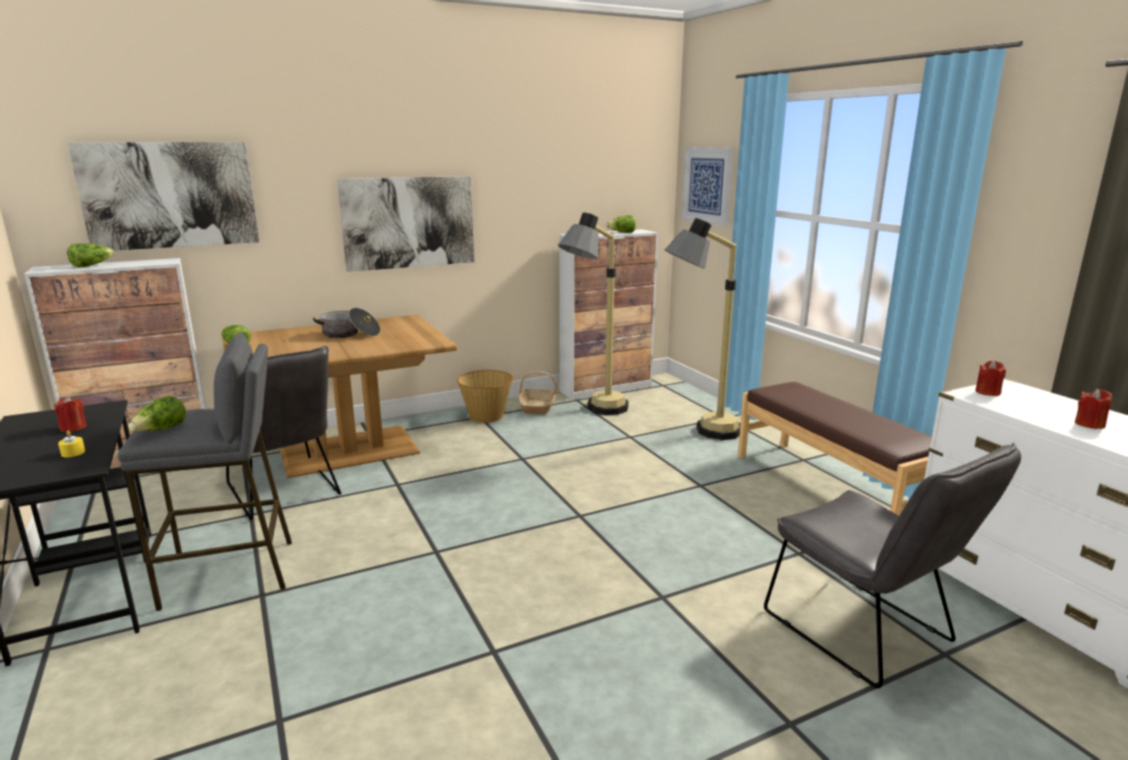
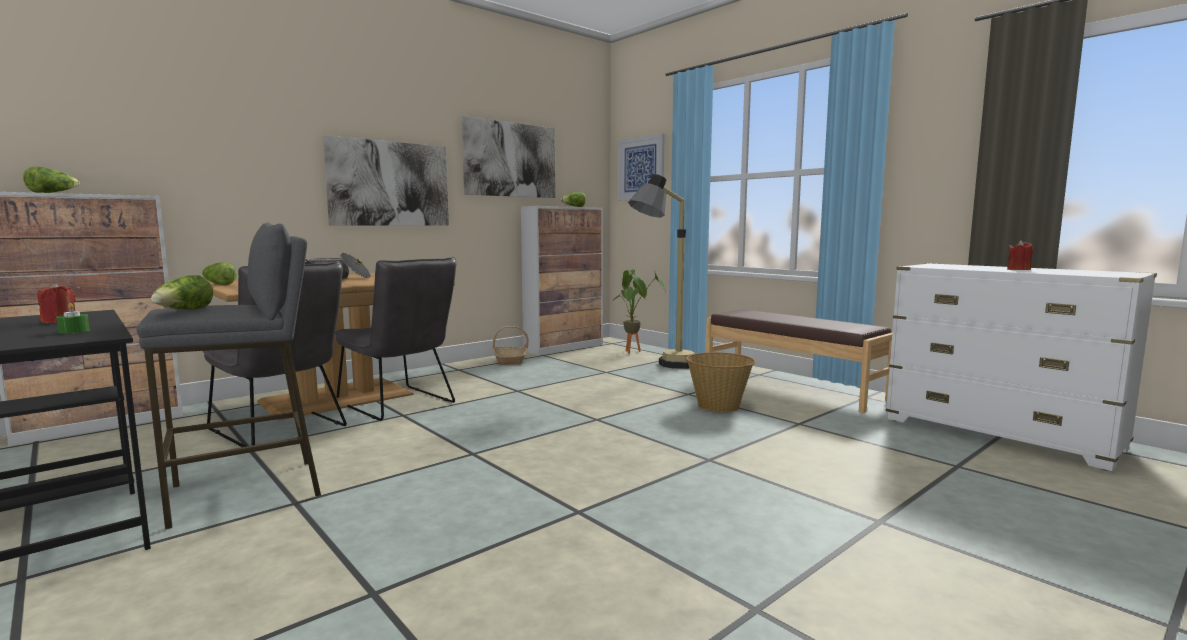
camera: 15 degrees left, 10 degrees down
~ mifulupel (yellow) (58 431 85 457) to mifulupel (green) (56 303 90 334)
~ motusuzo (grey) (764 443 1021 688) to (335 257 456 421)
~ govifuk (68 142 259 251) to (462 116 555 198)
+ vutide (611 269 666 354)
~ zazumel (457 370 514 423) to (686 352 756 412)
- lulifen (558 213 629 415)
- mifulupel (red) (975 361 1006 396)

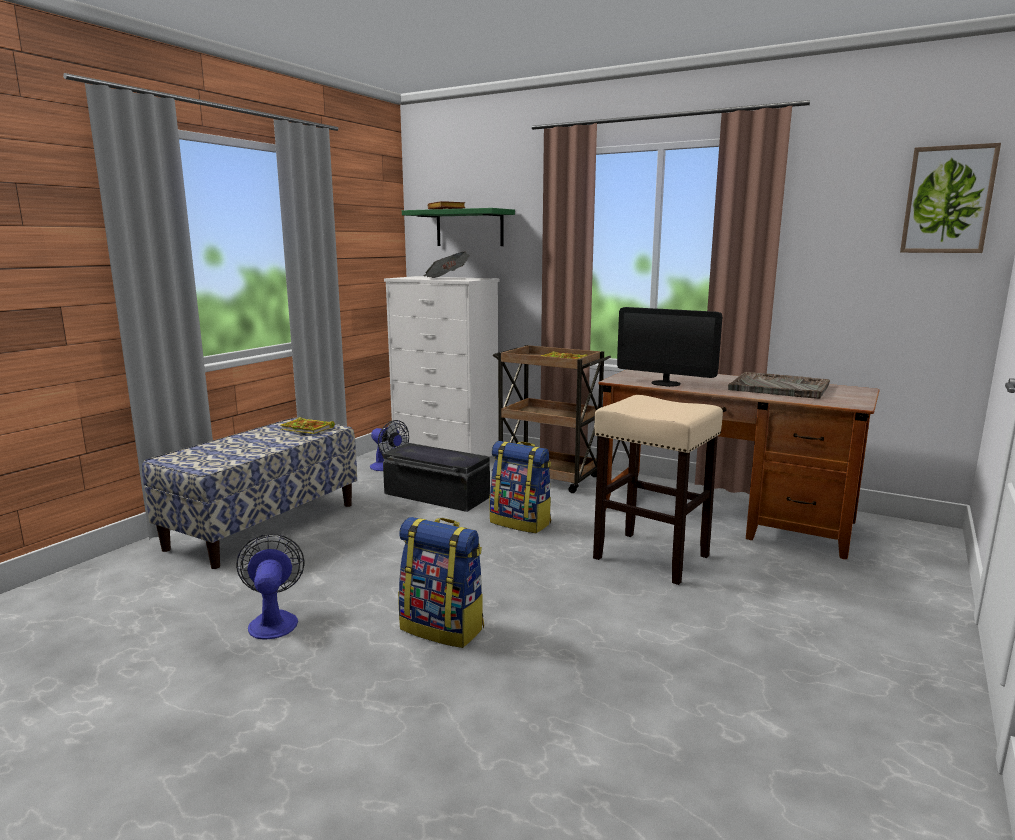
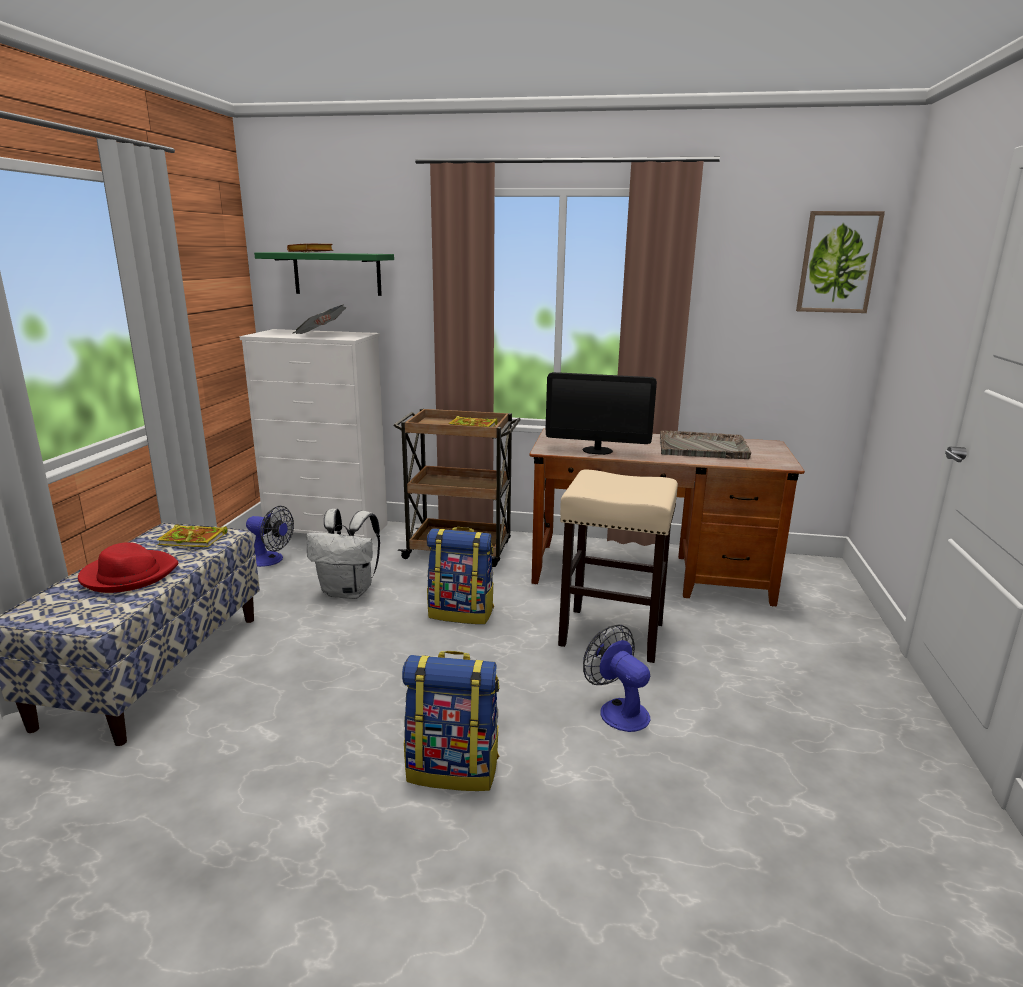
camera: 20 degrees left, 5 degrees up
+ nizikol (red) (78 542 178 593)
~ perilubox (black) (382 443 490 512) to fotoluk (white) (306 509 380 599)
~ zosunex (236 534 305 639) to (583 625 650 732)

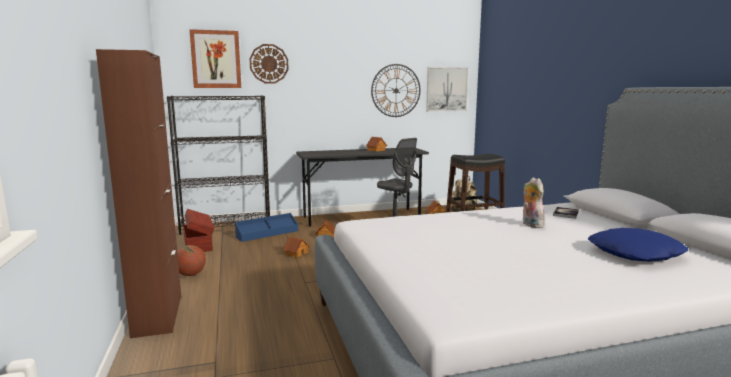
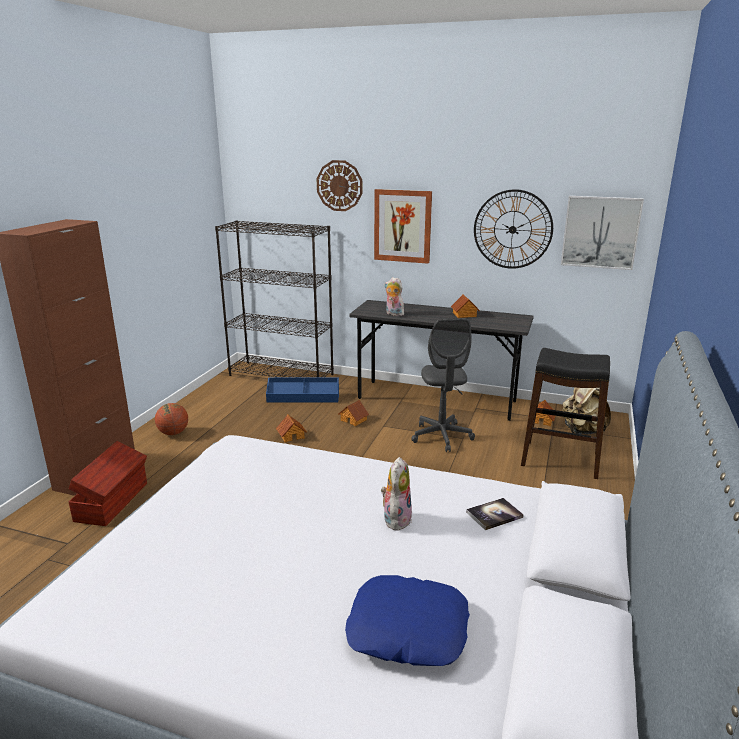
camera: 35 degrees right, 10 degrees up
~ perilubox (brown) (183 209 215 252) to (69 441 147 526)
~ govifuk (189 29 241 88) to (374 189 432 264)
+ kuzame (384 277 406 316)

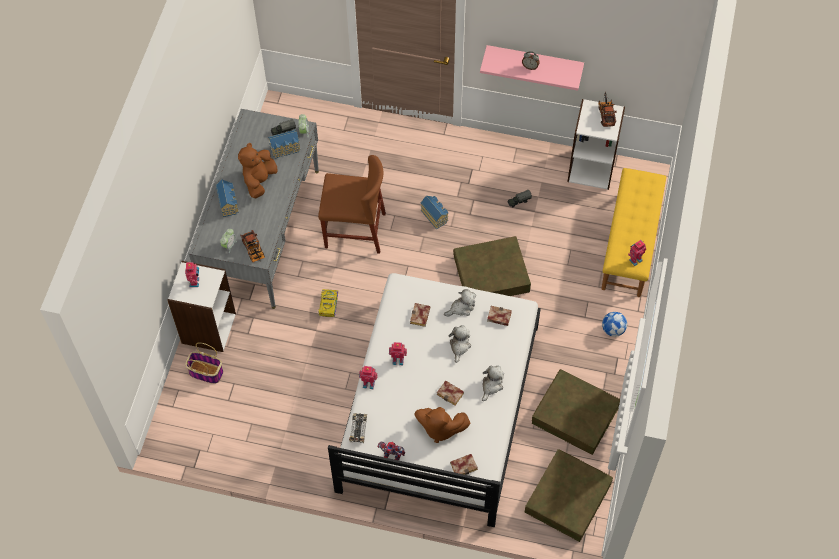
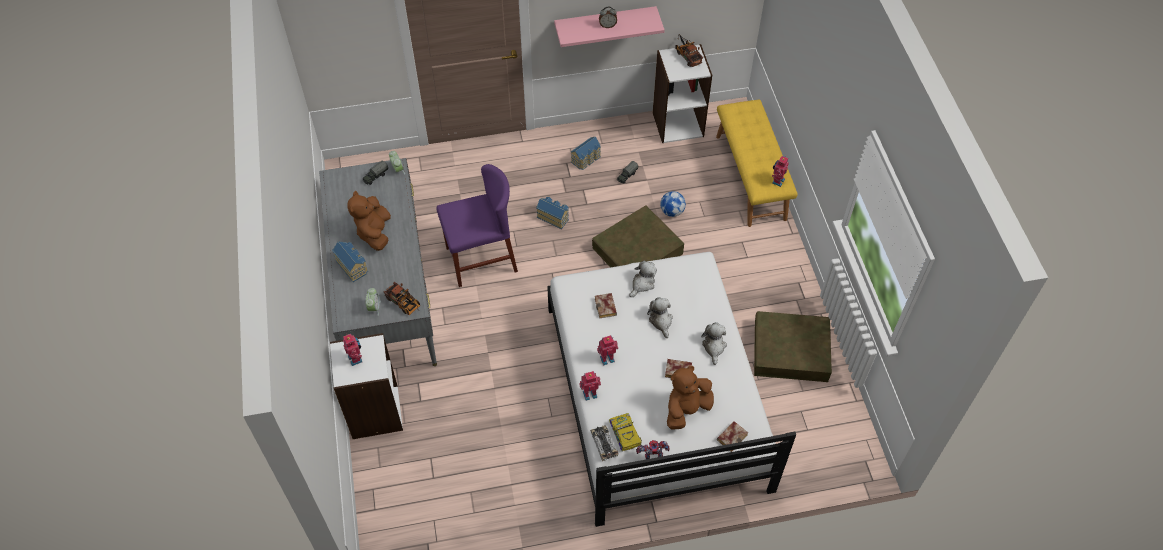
camera: 25 degrees left, 5 degrees down
~ motusuzo (brown) (318 155 386 254) to motusuzo (purple) (436 164 518 287)
~ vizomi (268 130 300 159) to (571 137 601 170)
~ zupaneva (318 289 338 317) to (609 413 642 452)
~ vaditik (602 312 627 337) to (660 191 686 217)
~ kuzame (brown) (415 407 470 443) = (667 366 714 430) 150 degrees clockwise
- zazumel (185 342 224 384)
- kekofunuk (487 306 512 326)
- perilubox (brown) (525 449 613 542)

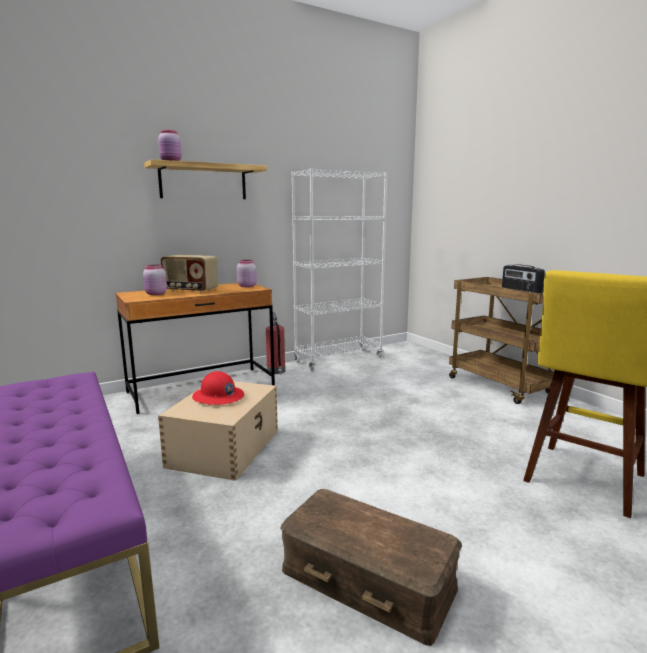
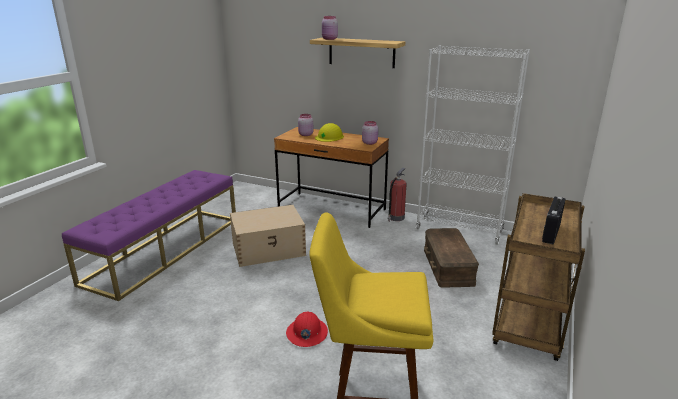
camera: 55 degrees right, 10 degrees up
~ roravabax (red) (192 371 244 405) to (286 311 328 347)
~ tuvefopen (161 255 218 293) to roravabax (yellow) (315 123 344 142)
~ perilubox (brown) (280 489 462 646) to (424 228 479 288)

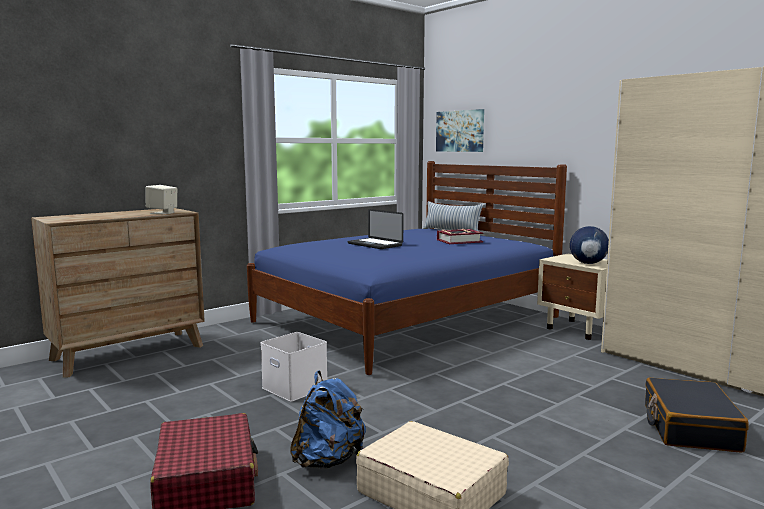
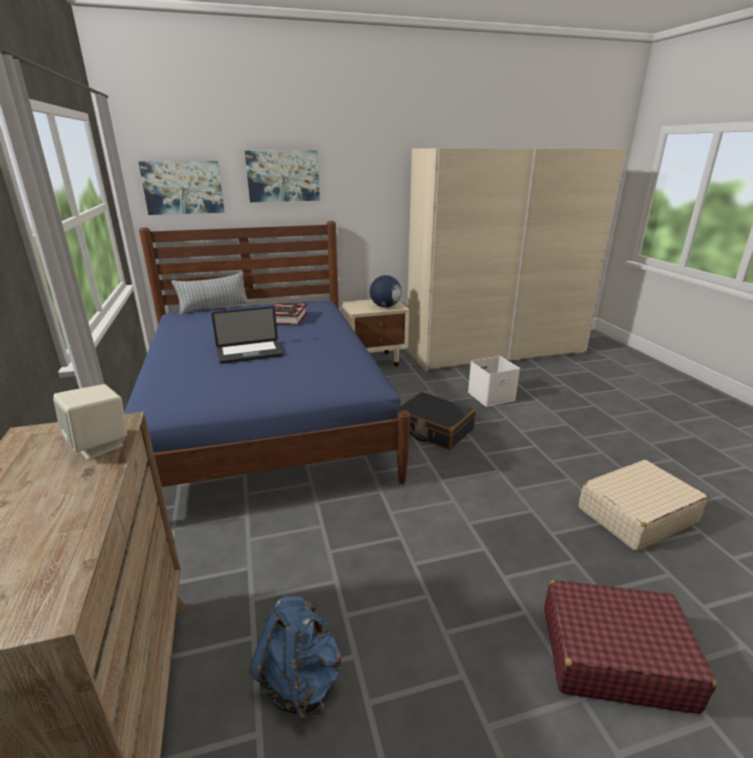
camera: 65 degrees left, 15 degrees up
+ govifuk (245 151 320 202)
~ fotoluk (blue) (290 370 366 469) to (250 596 341 722)
~ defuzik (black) (645 378 749 453) to (401 392 476 450)
~ perilubox (white) (260 332 327 402) to (468 356 520 407)

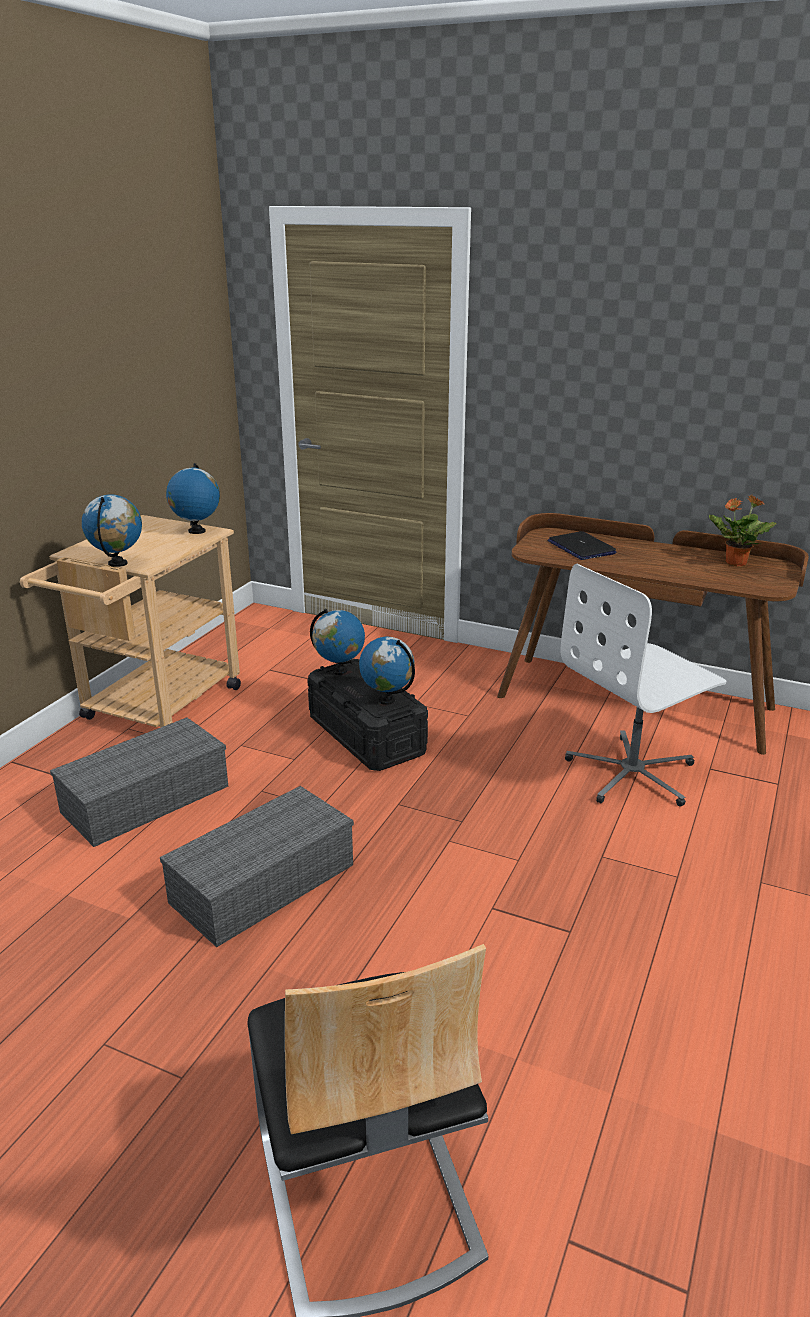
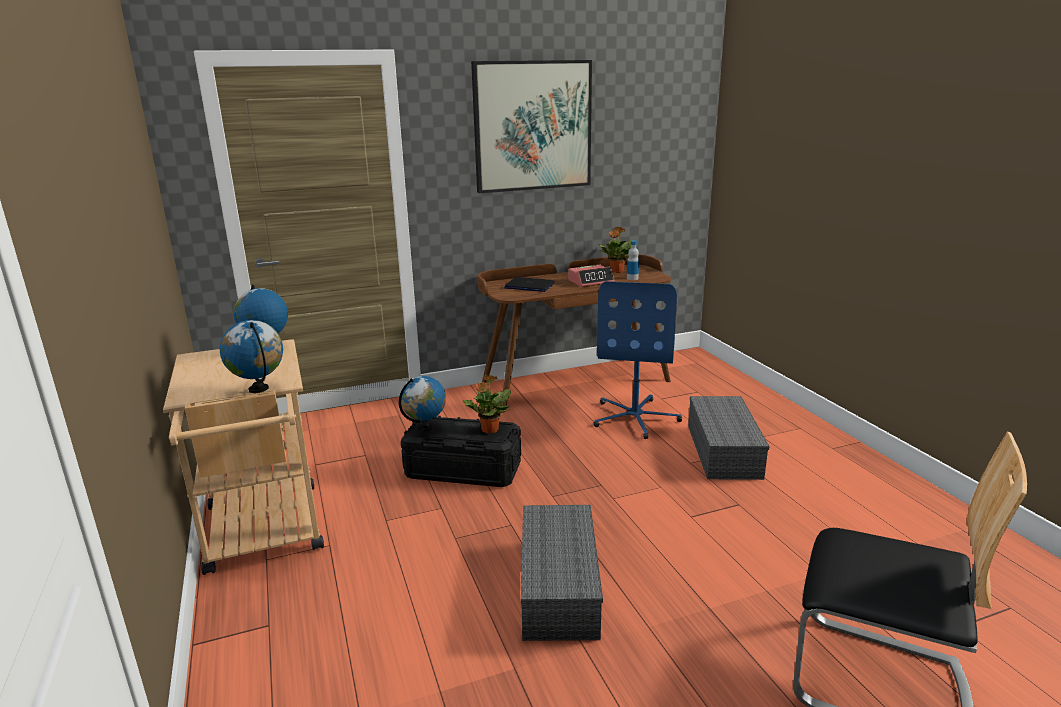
camera: 45 degrees left, 5 degrees down
~ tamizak (359 636 415 705) to vutide (463 374 511 433)
+ govifuk (471 60 592 193)
+ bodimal (569 265 615 287)
~ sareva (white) (560 564 727 807) to sareva (blue) (594 281 682 439)
+ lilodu (627 240 639 280)
~ perilubox (grey) (50 718 228 847) to (688 396 770 480)

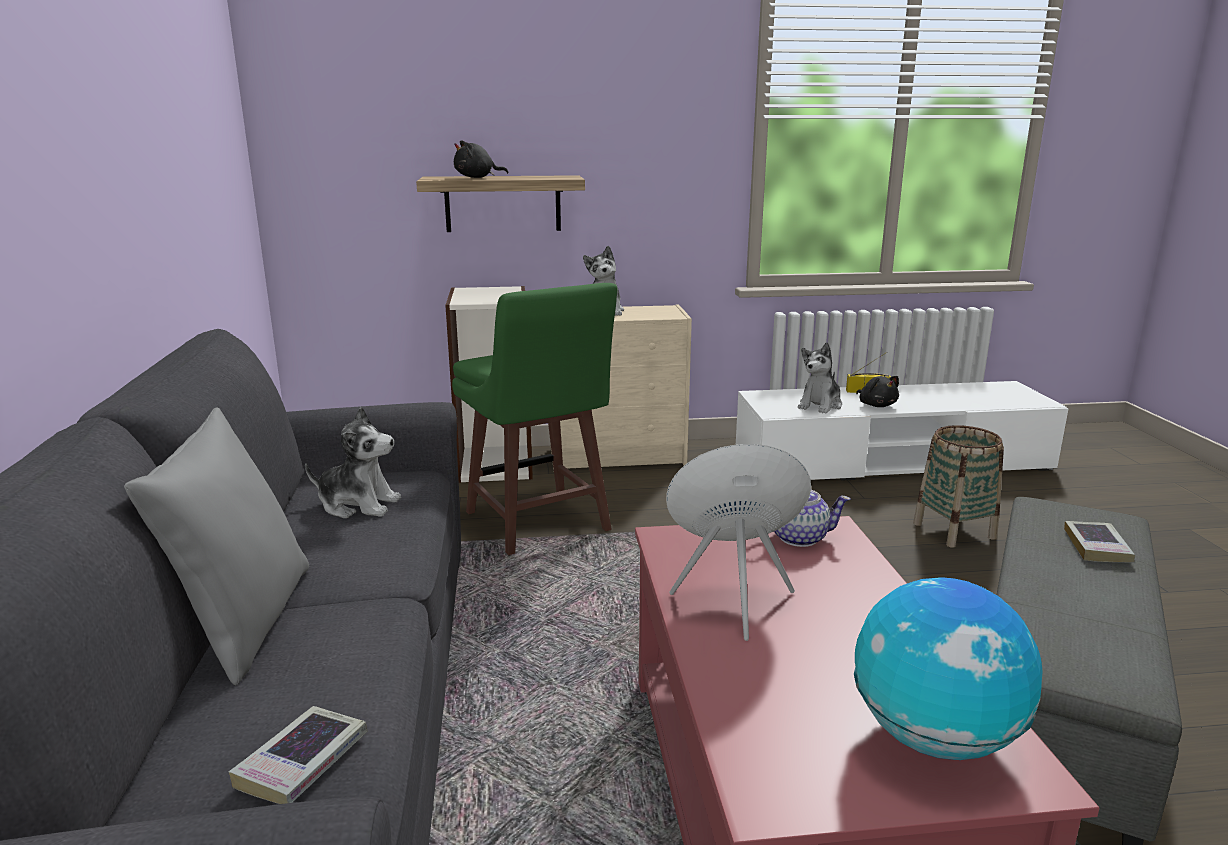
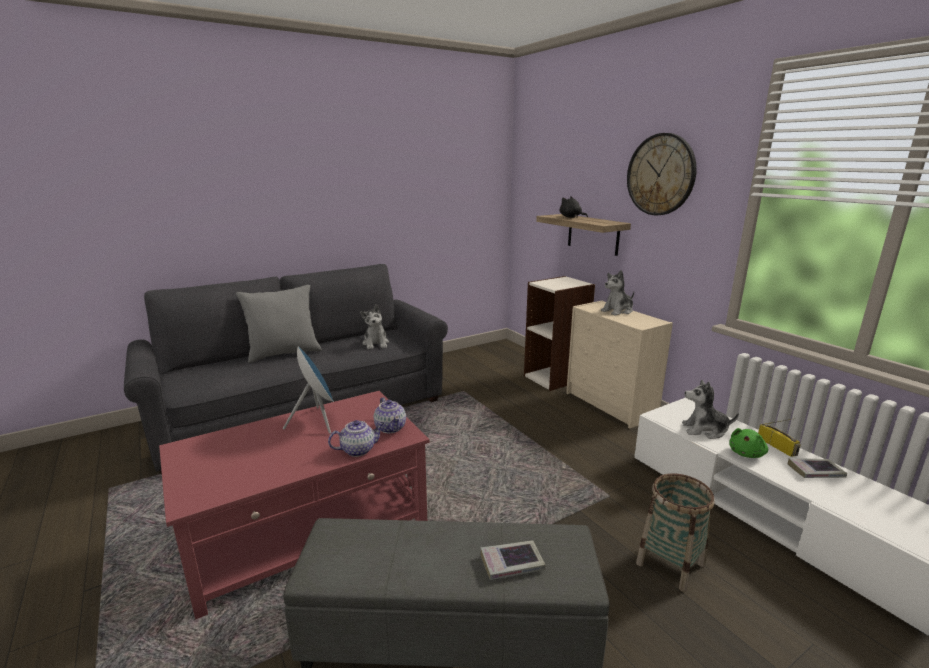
camera: 65 degrees right, 0 degrees up
+ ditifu (328 420 384 457)
+ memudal (627 133 697 215)
~ kuzame (black) (856 376 899 407) to kuzame (green) (729 428 768 458)
~ kekofunuk (229 706 367 804) to (788 458 847 478)
- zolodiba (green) (452 283 617 555)
- tamizak (854 577 1043 760)

